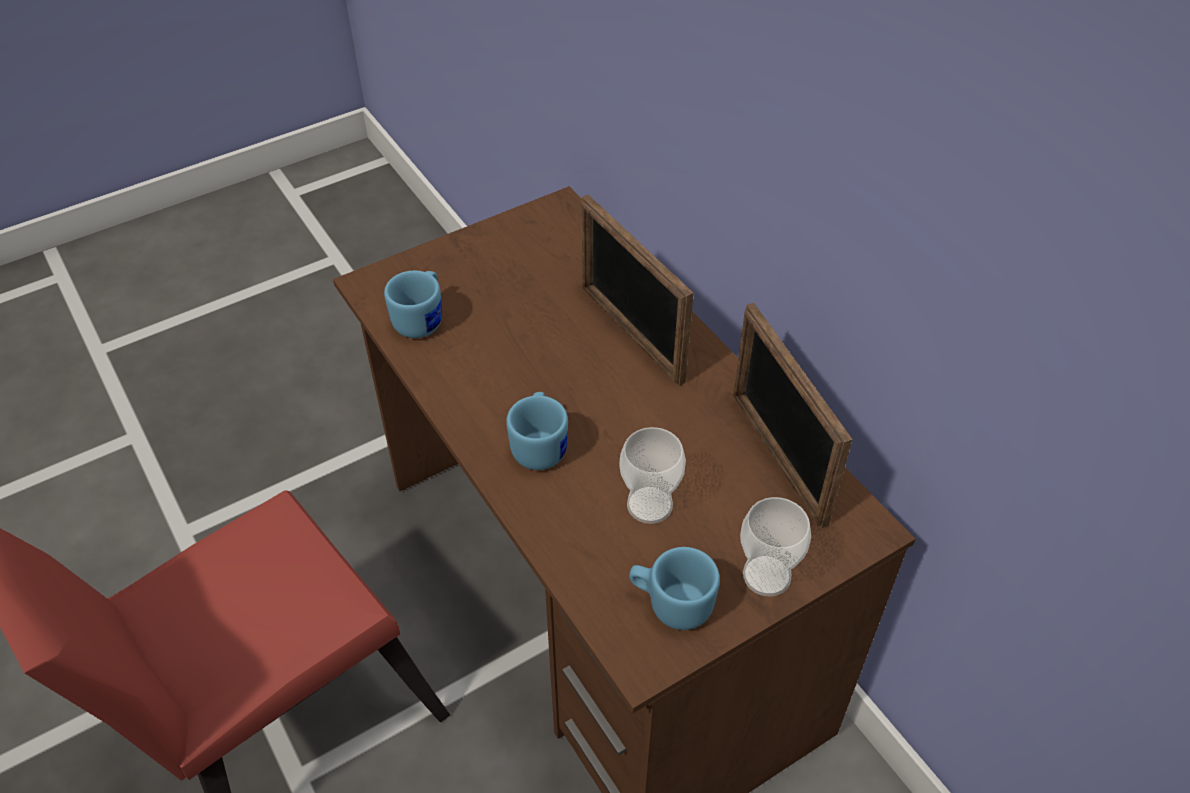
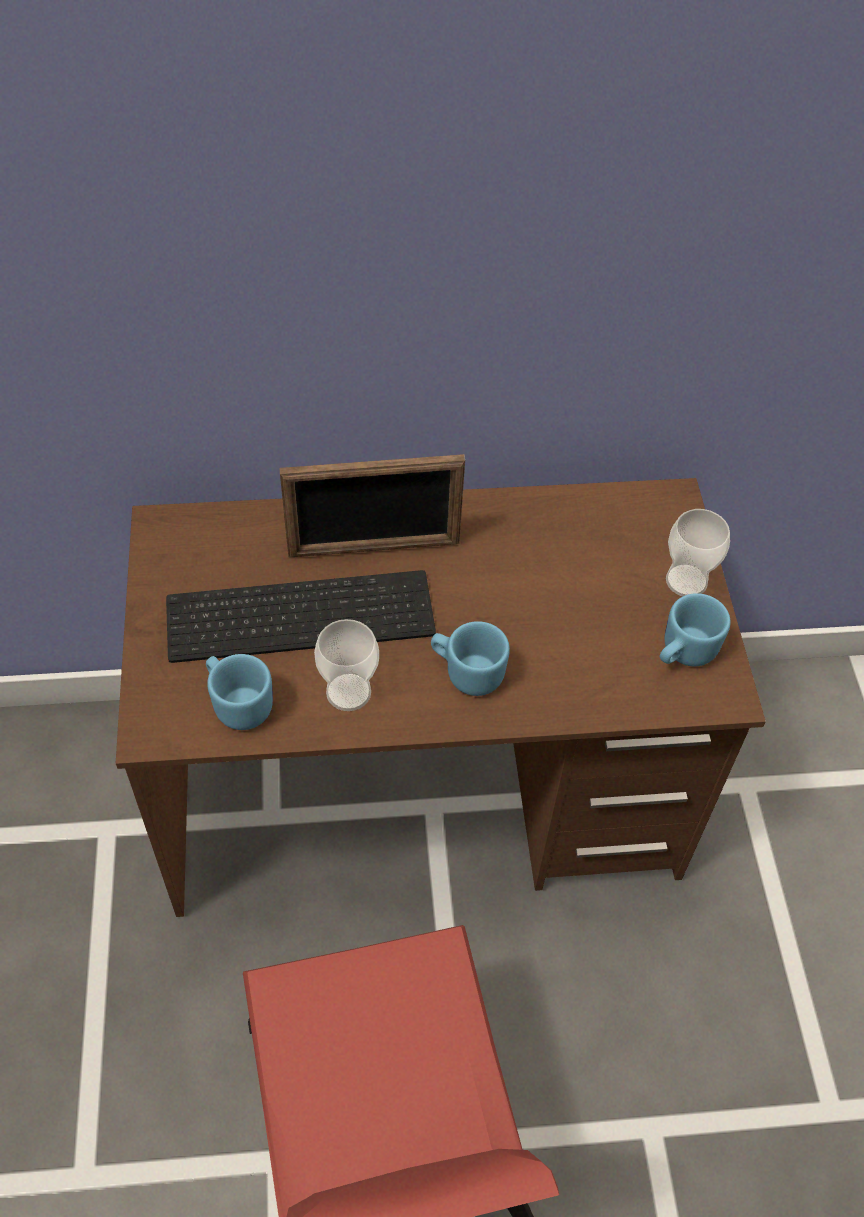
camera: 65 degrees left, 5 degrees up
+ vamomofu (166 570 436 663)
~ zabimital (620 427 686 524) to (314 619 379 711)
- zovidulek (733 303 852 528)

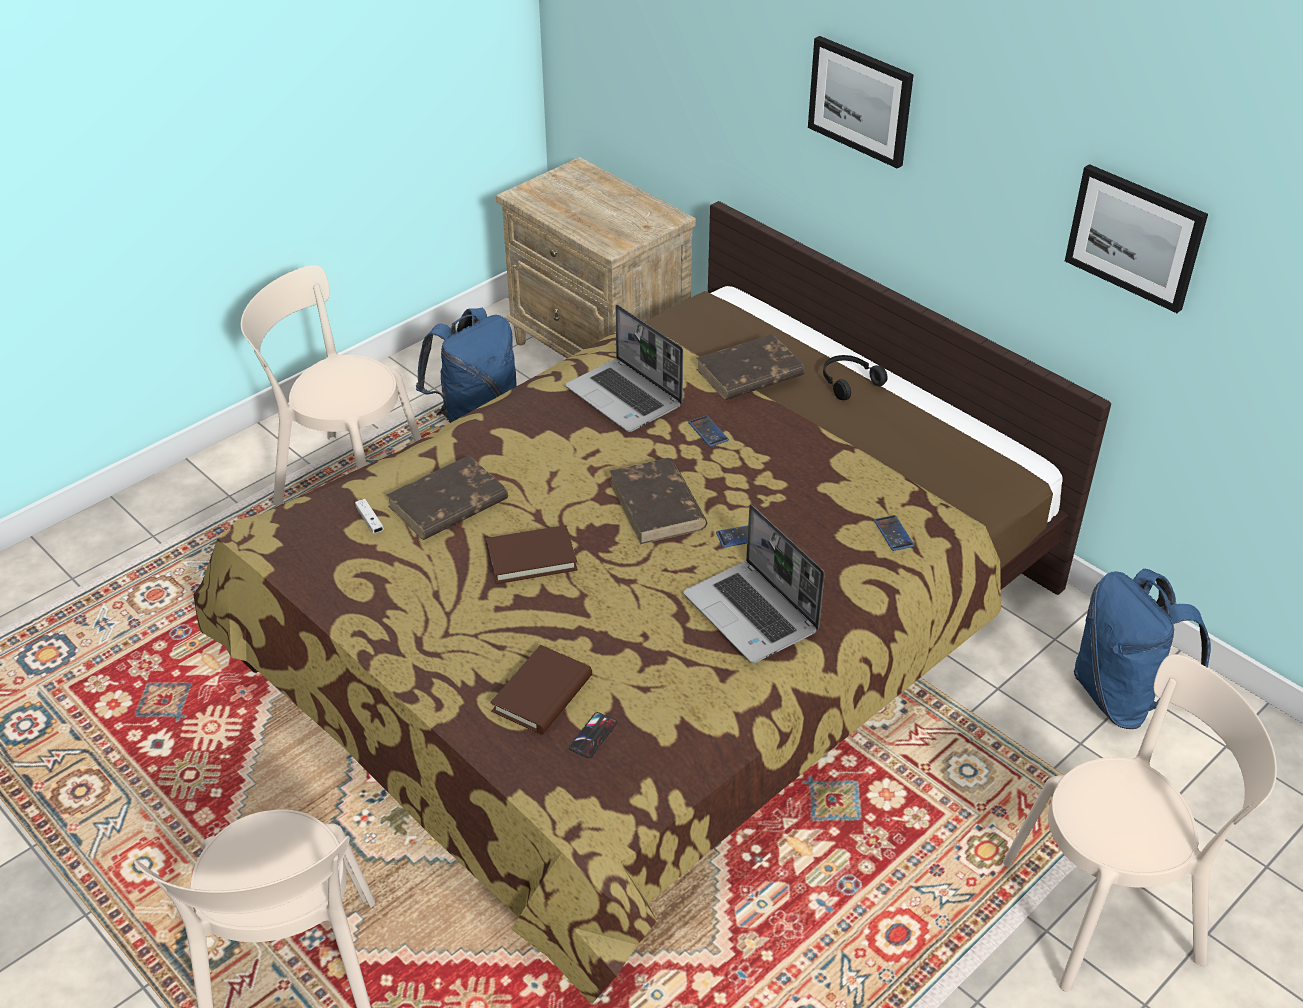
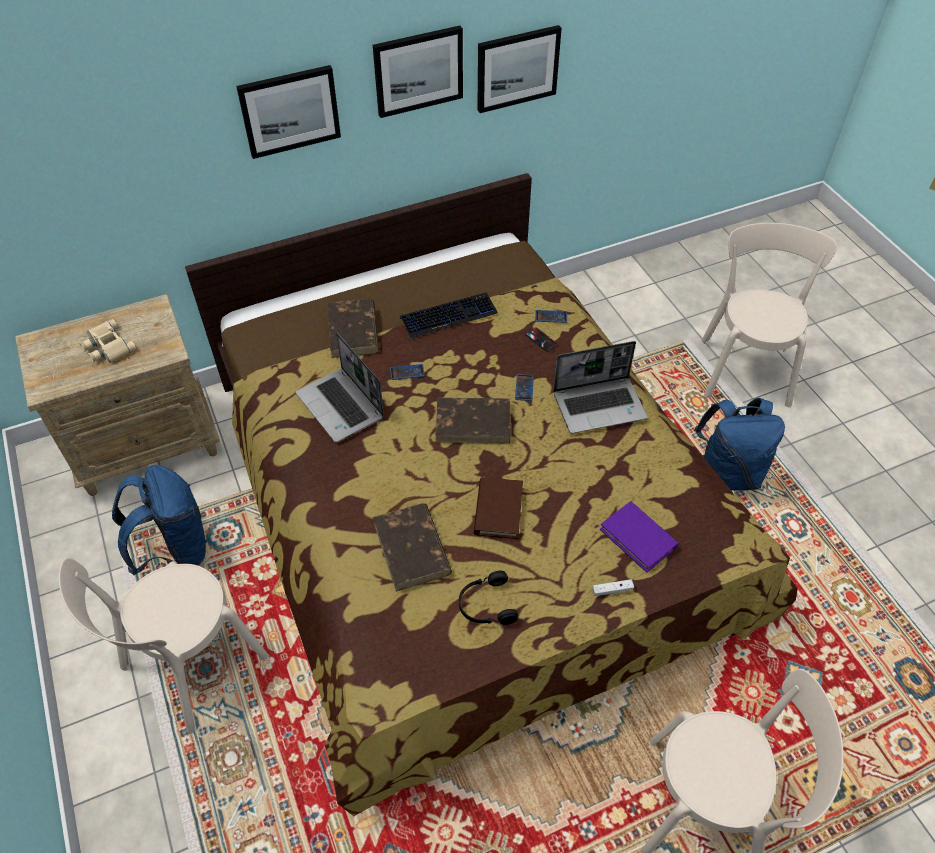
camera: 70 degrees left, 10 degrees up
+ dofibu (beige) (80 319 137 363)
~ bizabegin (565 304 683 432) = (296 332 384 443) 75 degrees clockwise
+ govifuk (373 26 463 118)
+ vamomofu (400 292 498 339)
~ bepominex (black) (823 355 888 400) to (459 571 518 625)
~ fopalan (569 712 617 758) to (526 327 558 352)
~ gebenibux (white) (355 499 384 534) to (592 579 634 596)
~ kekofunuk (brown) (490 645 592 735) to kekofunuk (purple) (600 501 679 572)
~ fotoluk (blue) (1074 569 1211 729) to (694 398 785 491)

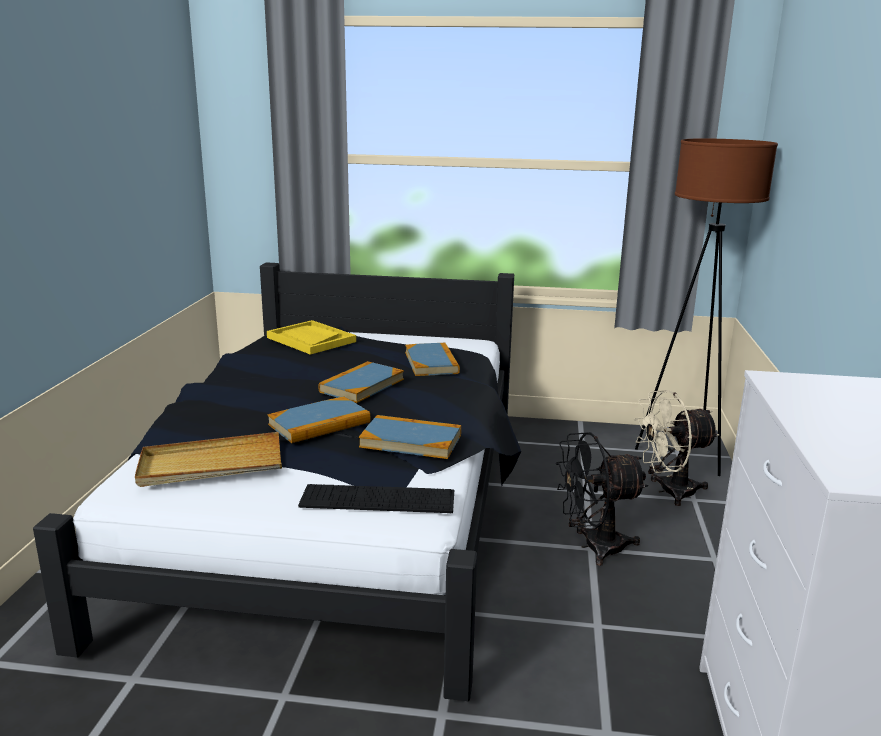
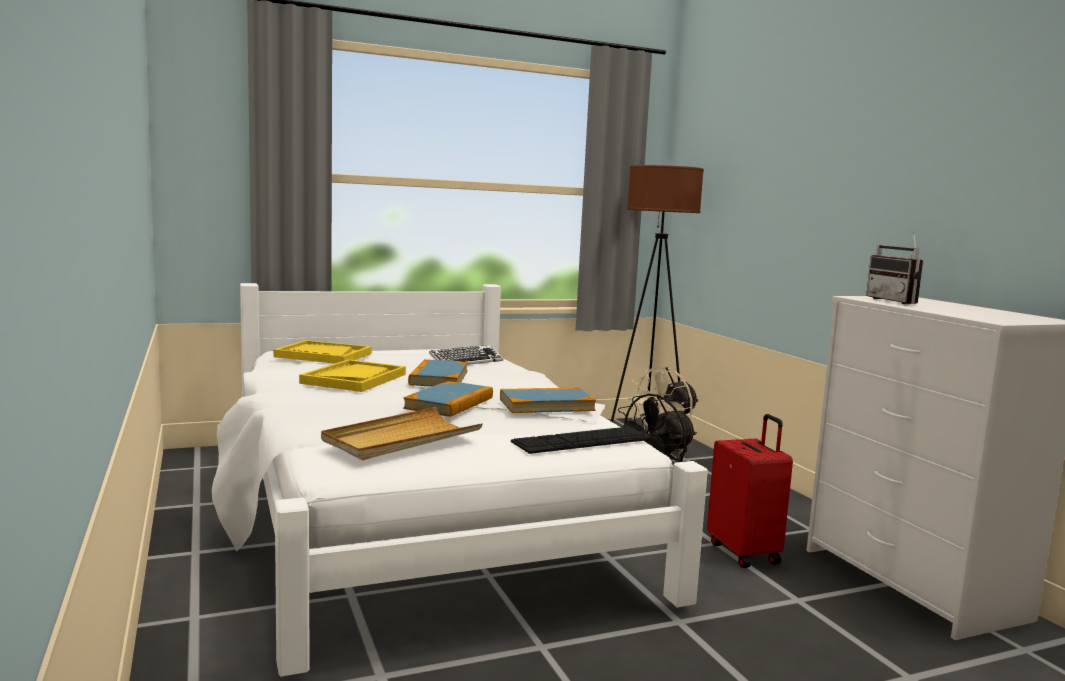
camera: 30 degrees left, 10 degrees down
~ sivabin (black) (33 262 521 701) to sivabin (white) (212 283 708 677)
+ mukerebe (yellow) (299 359 406 392)
~ kekofunuk (405 343 460 376) to vamomofu (429 345 503 365)
+ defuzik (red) (707 414 793 568)
+ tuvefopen (866 232 923 304)

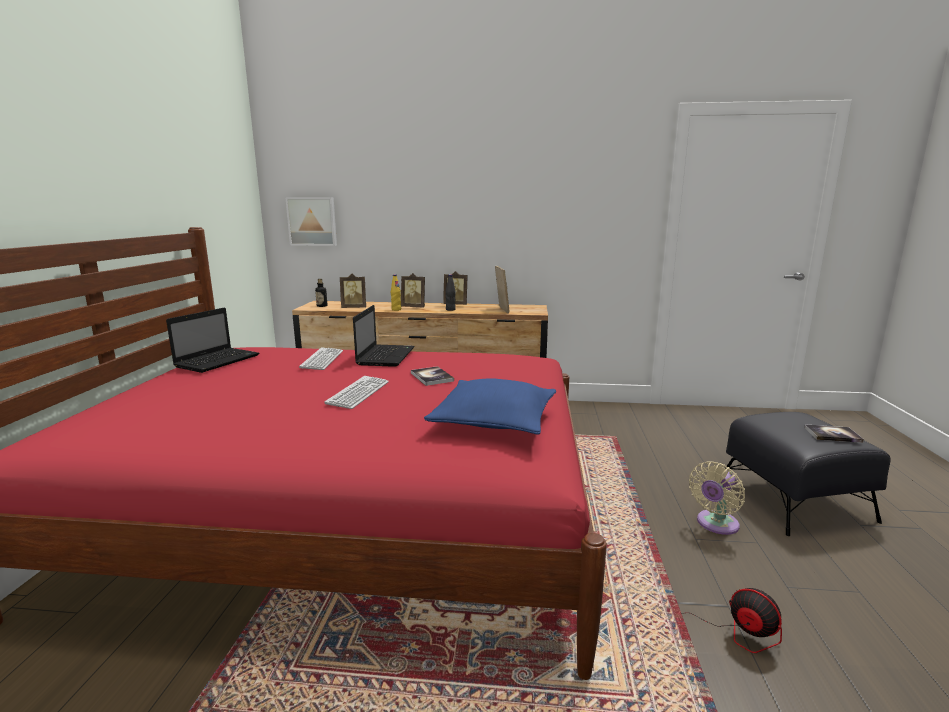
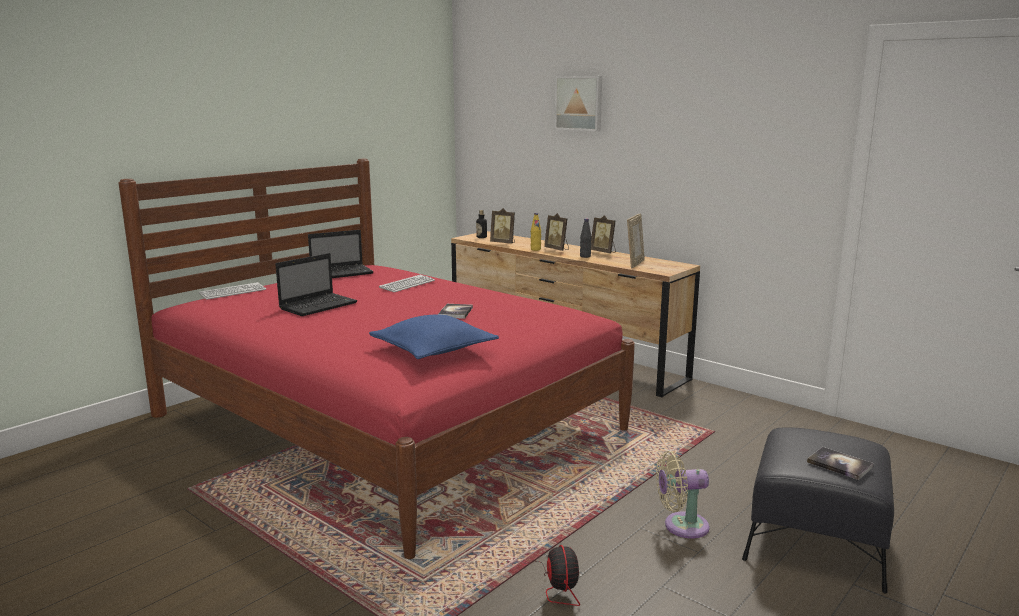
camera: 35 degrees right, 0 degrees up
~ vamomofu (325 376 389 409) to (199 282 266 300)
~ bizabegin (353 305 414 367) to (275 253 357 316)
~ govifuk (285 197 337 246) to (554 76 602 131)

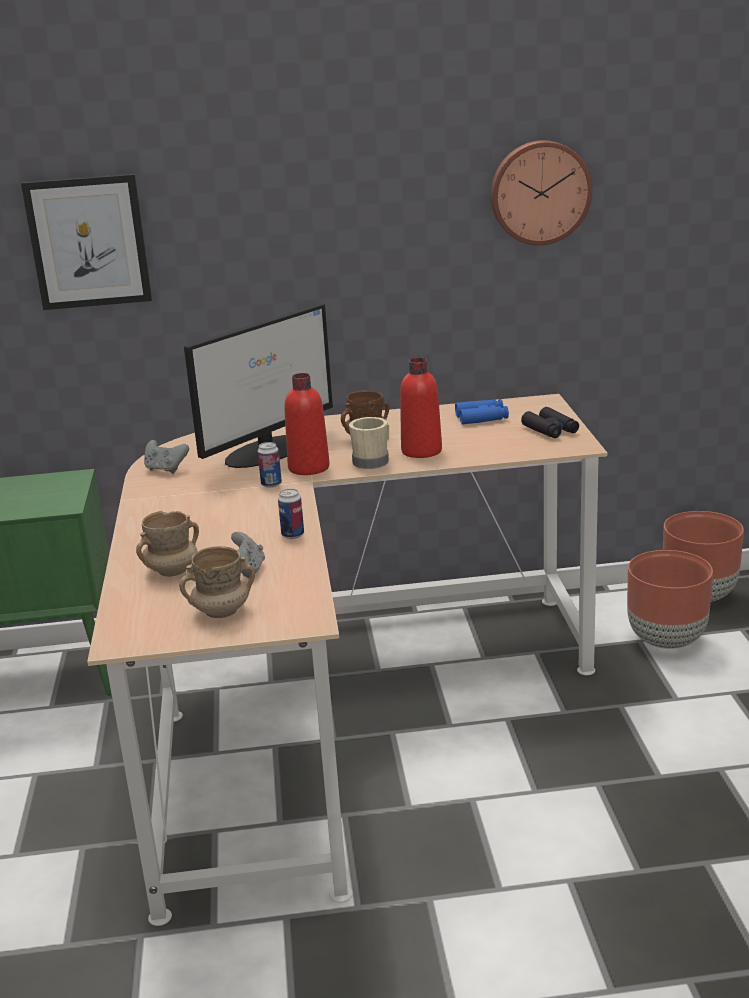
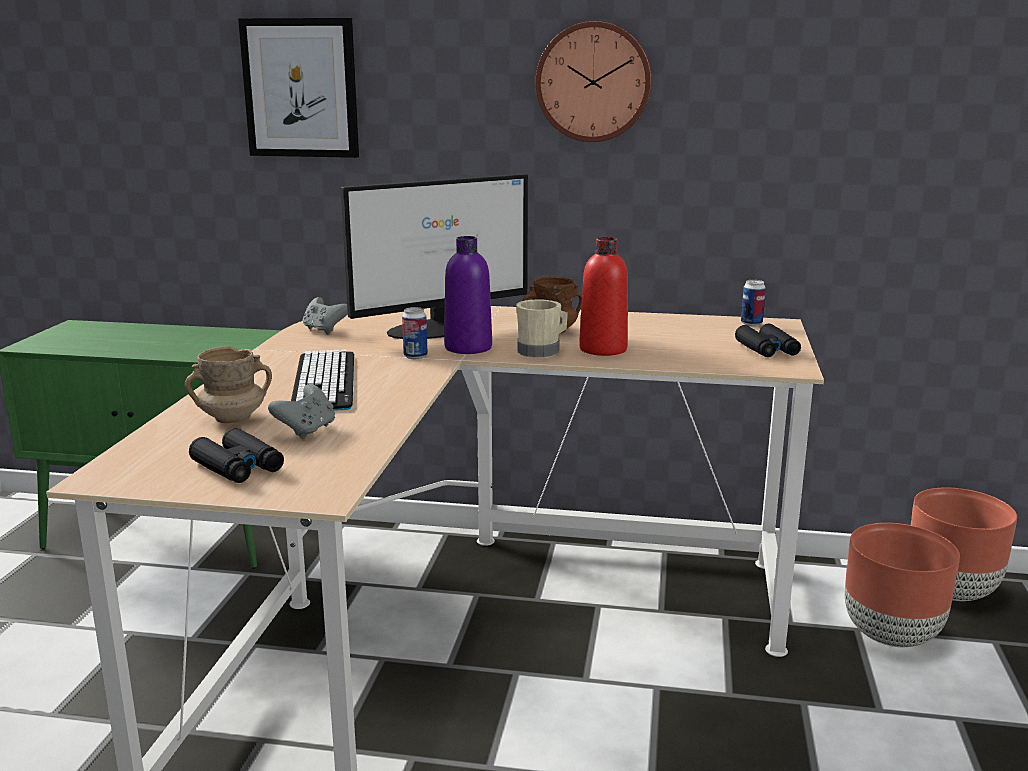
camera: 15 degrees right, 5 degrees down
~ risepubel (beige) (179 546 255 618) to dofibu (black) (189 428 284 483)
+ vamomofu (291 349 354 411)
~ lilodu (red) (284 373 330 475) to lilodu (purple) (444 236 492 354)
~ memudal (490 140 592 245) to (536 21 652 142)
~ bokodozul (278 489 304 539) to (741 280 766 326)
- dofibu (blue) (455 399 509 425)

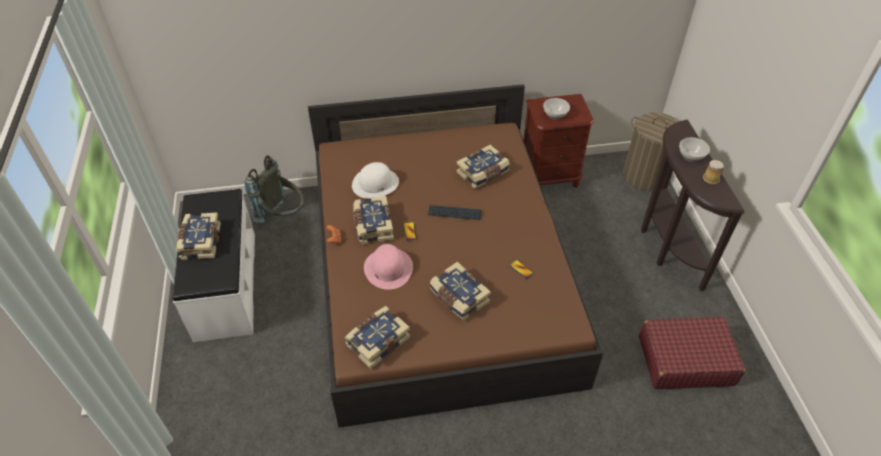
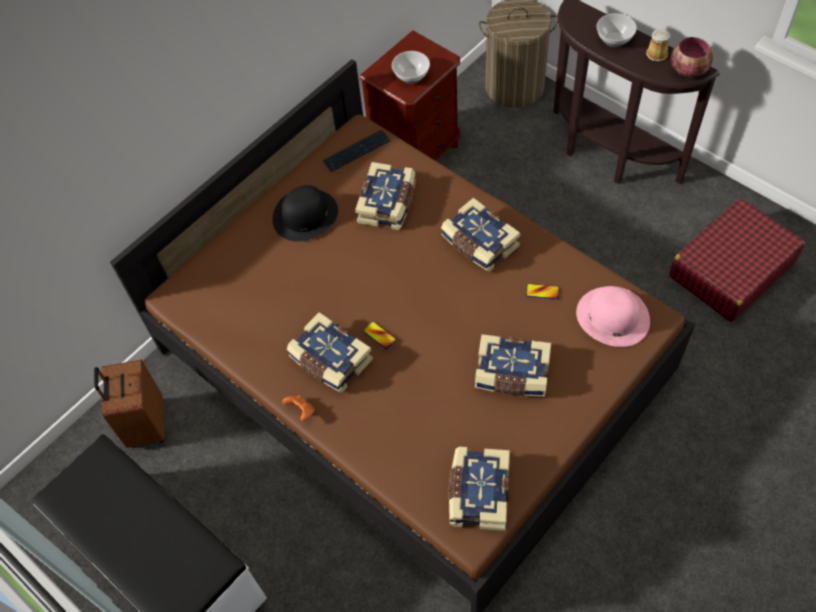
camera: 35 degrees left, 10 degrees up
~ fotoluk (grey) (245 155 304 223) to defuzik (brown) (94 360 165 448)
+ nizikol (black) (273 185 338 242)
~ vamomofu (428 205 482 220) to (323 129 391 172)
~ kekofunuk (176 212 221 260) to (441 198 521 272)
~ nizikol (pink) (364 244 413 290) to (576 286 650 347)
+ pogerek (671 37 713 77)
- nizikol (white) (352 162 399 199)

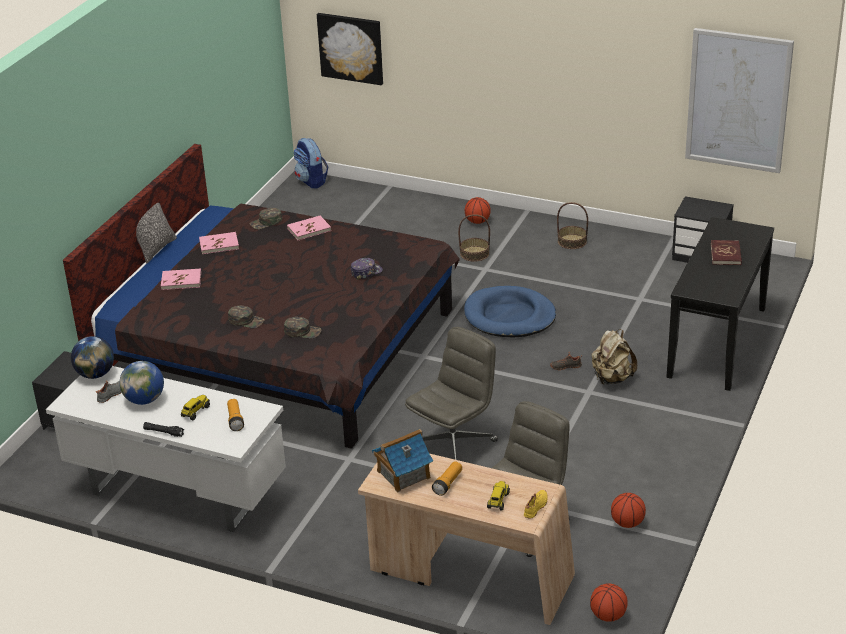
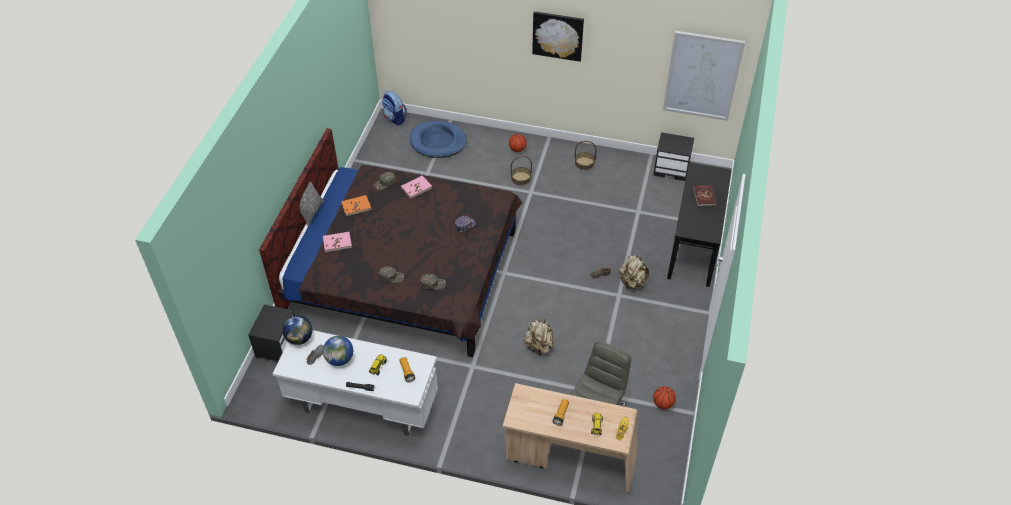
camera: 10 degrees left, 15 degrees up
~ kekofunuk (pink) (199 232 239 254) to kekofunuk (orange) (341 195 371 216)
~ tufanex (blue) (464 286 556 338) to (410 121 467 158)
~ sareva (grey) (405 327 498 460) to fotoluk (beige) (524 319 554 356)
~ govifuk (317 13 383 85) to (532 11 584 62)
- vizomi (372 429 433 493)
- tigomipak (590 583 628 622)

